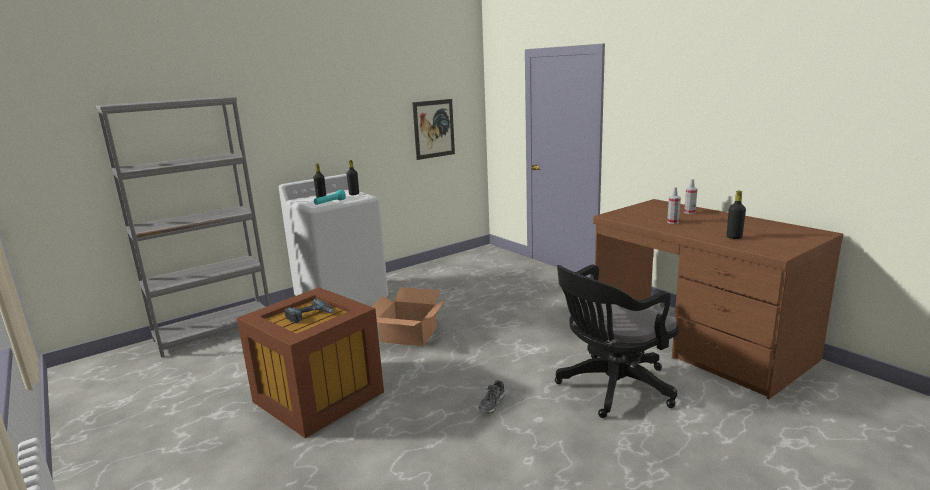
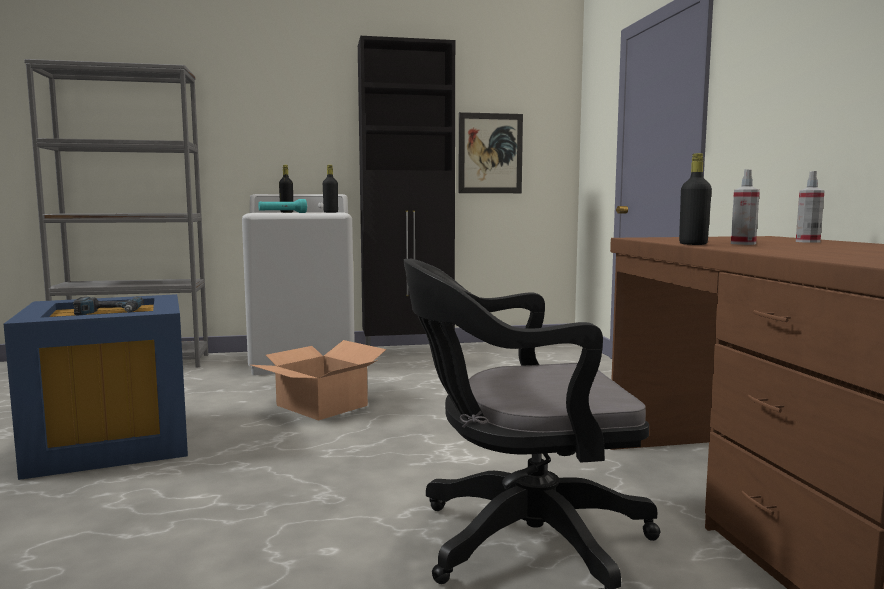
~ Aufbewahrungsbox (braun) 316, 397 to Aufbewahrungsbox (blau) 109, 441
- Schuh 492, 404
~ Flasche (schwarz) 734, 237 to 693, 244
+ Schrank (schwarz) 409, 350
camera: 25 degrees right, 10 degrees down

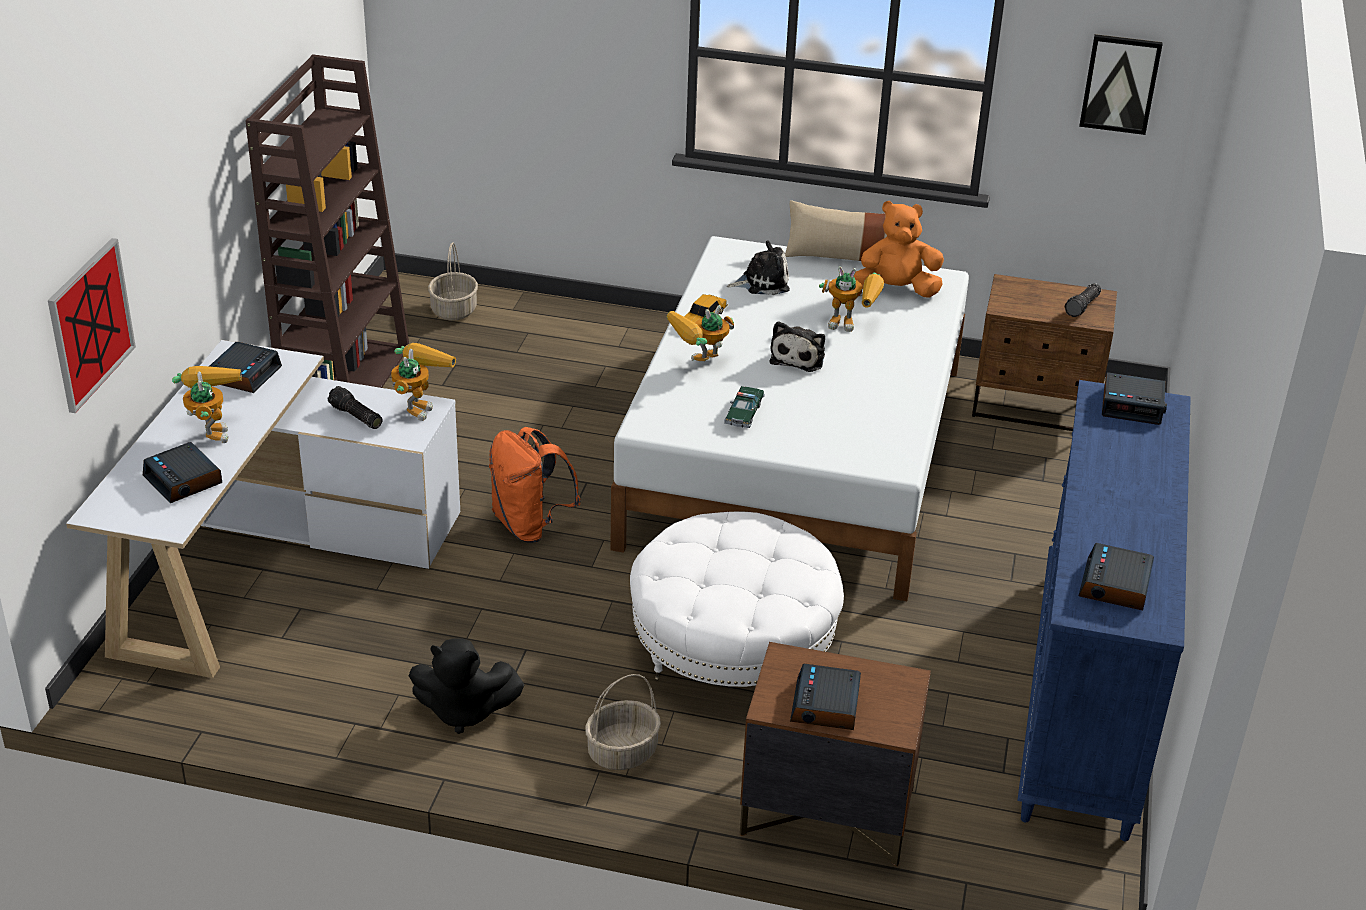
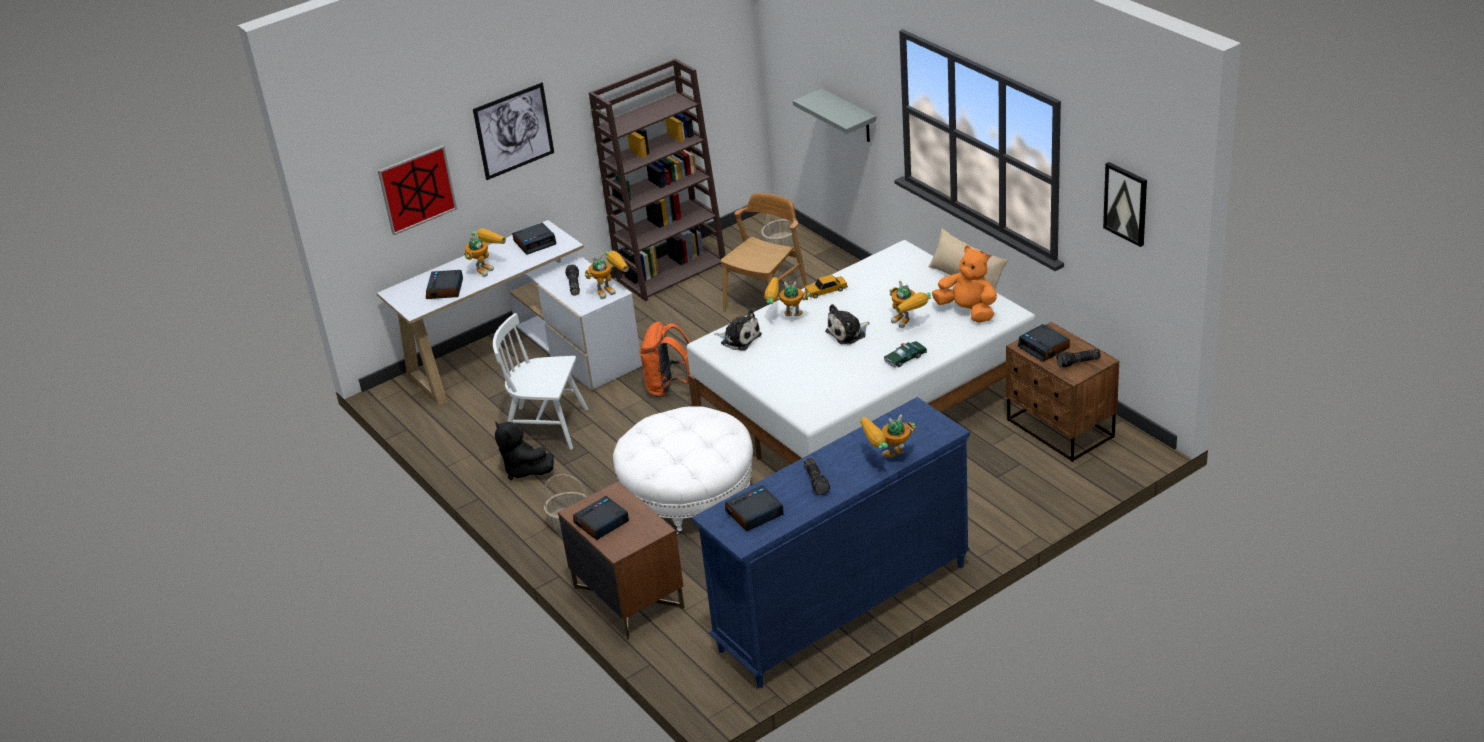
~ Spielzeugauto 744, 413 to 905, 358
~ Plüschtier 762, 282 to 739, 339
~ Wecker 1132, 405 to 1044, 348
+ Bild 513, 131
+ Stuhl (weiß) 546, 427
+ Stuhl (braun) 766, 301
+ Wandregal (grau) 849, 116
+ Taschenlampe 817, 481
+ Spielzeugroboter 888, 460
camera: 45 degrees right, 0 degrees up

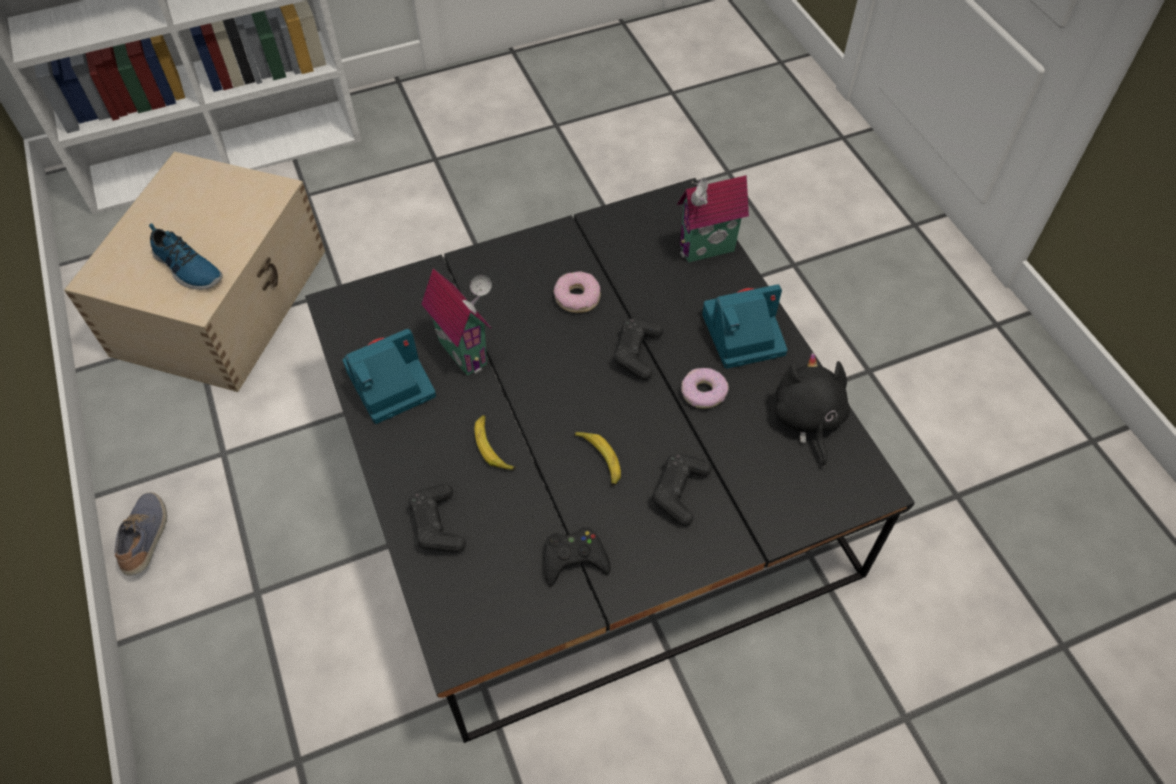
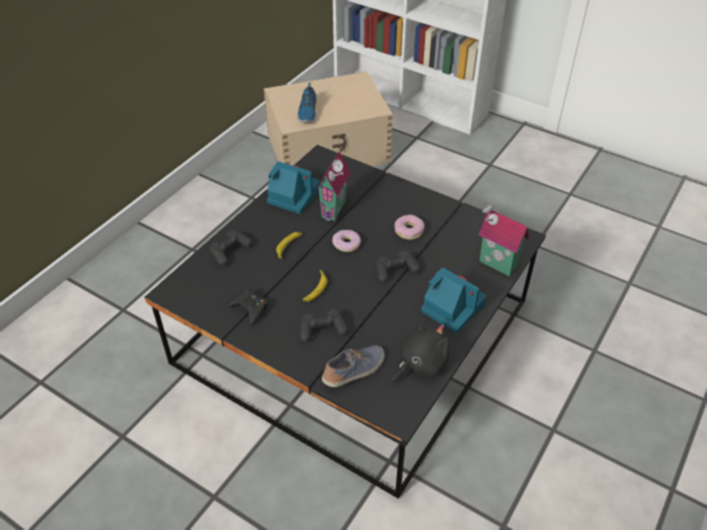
~ Schuh 147, 537 to 354, 372
~ Donut 703, 392 to 346, 244
camera: 55 degrees right, 10 degrees down

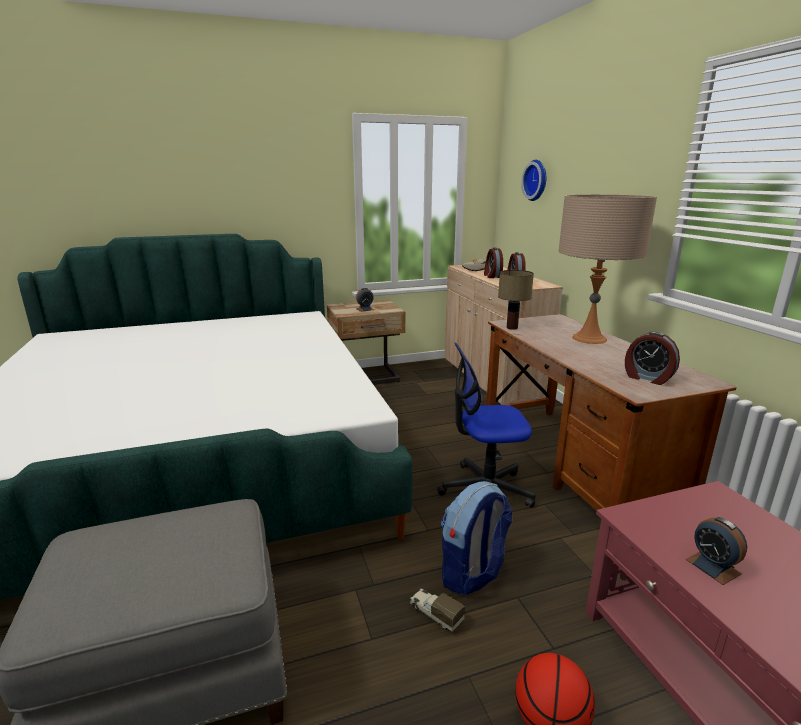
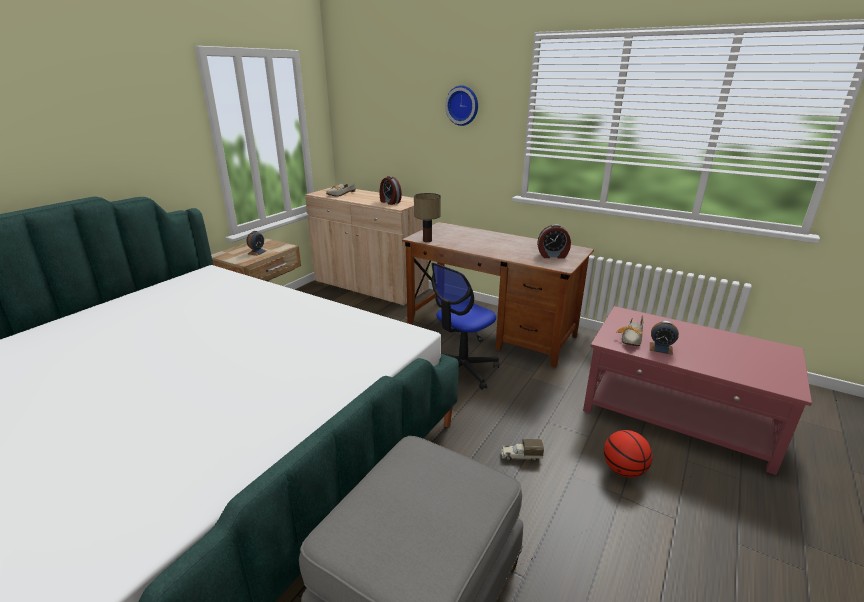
- Rucksack 473, 573
- Wecker 492, 276
~ Wanduhr 537, 180 to 463, 105
- Tischlampe (beige) 589, 338
+ Schuh 631, 339
camera: 40 degrees left, 5 degrees up

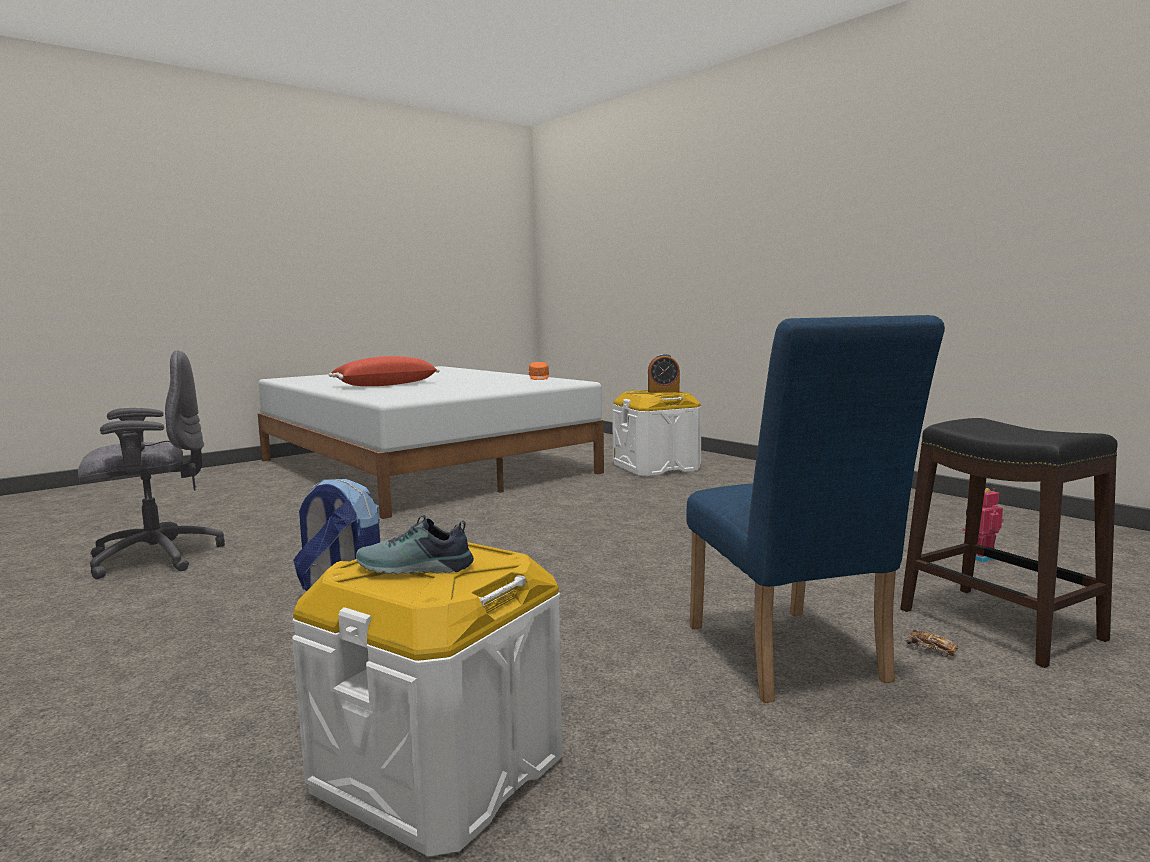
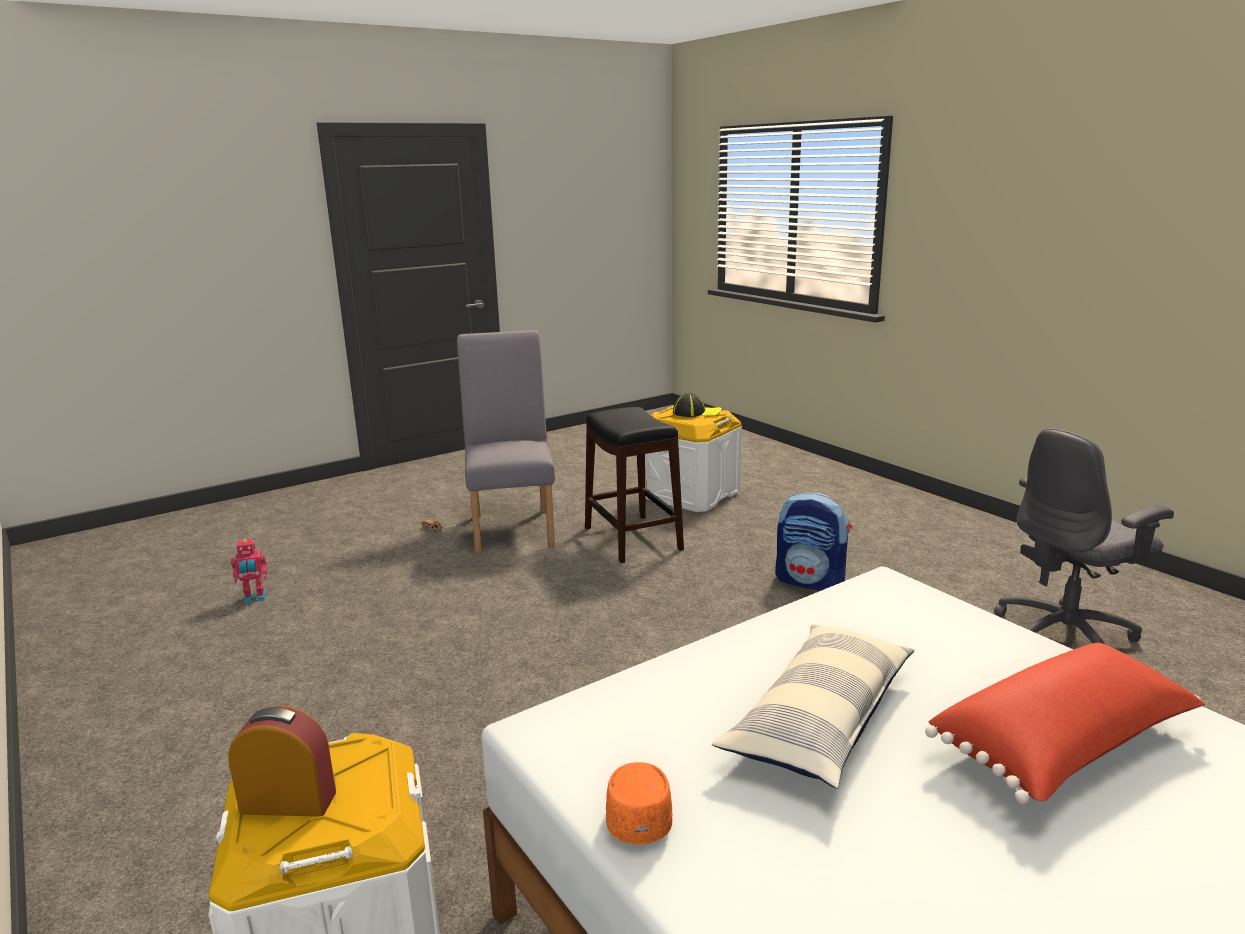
~ Schuh 414, 568 to Kappe 696, 412
~ Stuhl (blau) 790, 660 to Stuhl (grau) 513, 527
~ Hocker (schwarz) 999, 625 to 633, 538
+ Kissen 820, 719
camera: 175 degrees left, 10 degrees up

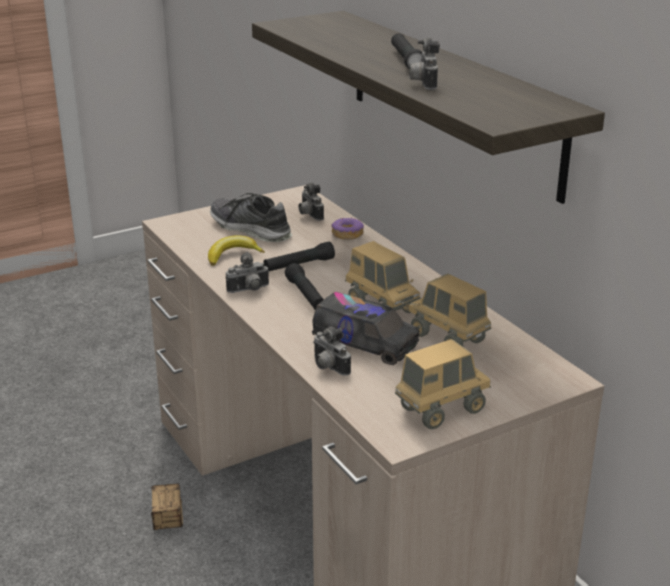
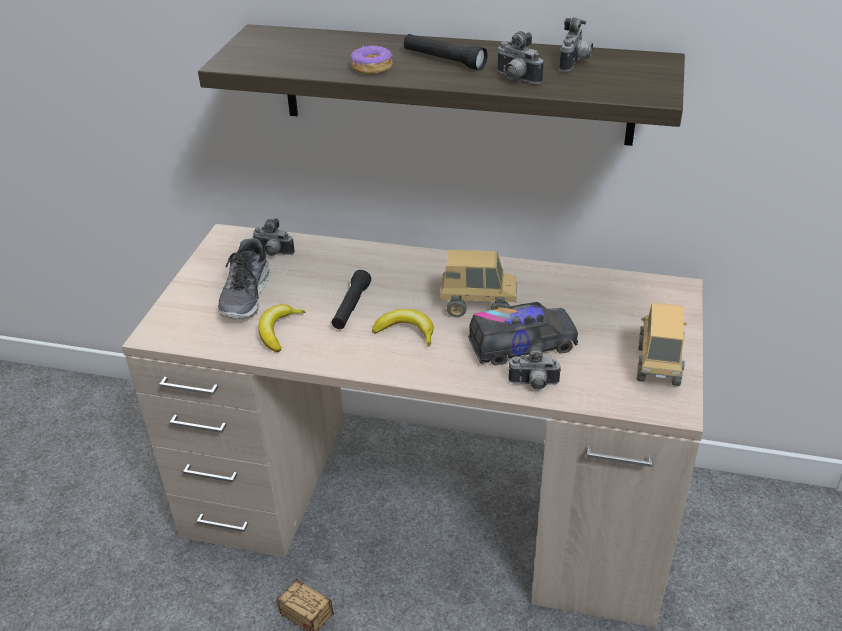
~ Schuh 250, 229 = 246, 296 75 degrees counterclockwise
~ Kamera 249, 290 to 575, 63
~ Taschenlampe (schwarz) 306, 295 to Banane 406, 332
~ Donut 347, 234 to 371, 68
- Spielzeuglaster 448, 338
camera: 45 degrees left, 10 degrees up

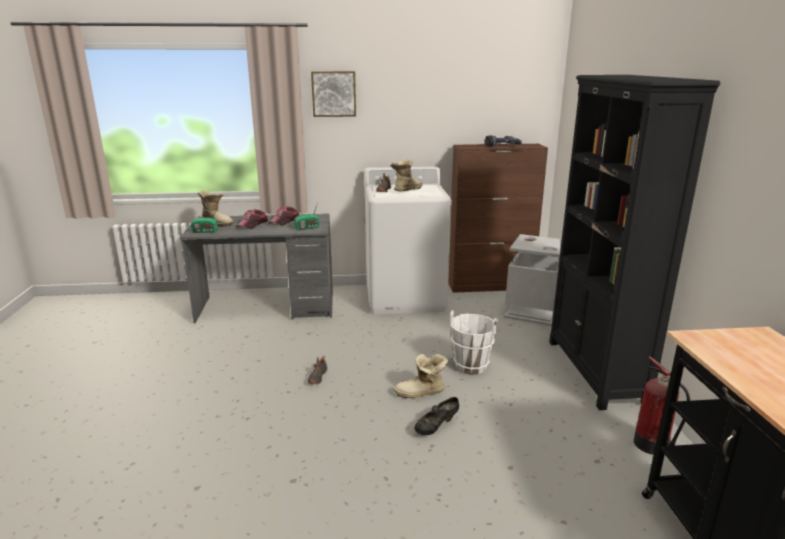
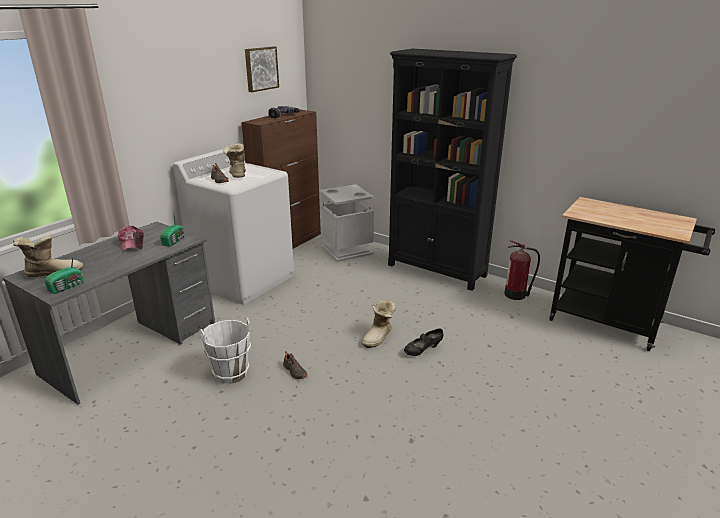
- Kappe 253, 224
~ Bild 334, 94 to 260, 68
~ Schuh (schwarz) 436, 427 = 423, 351 60 degrees clockwise
~ Eimer (weiß) 471, 366 to 231, 373
camera: 50 degrees left, 5 degrees up

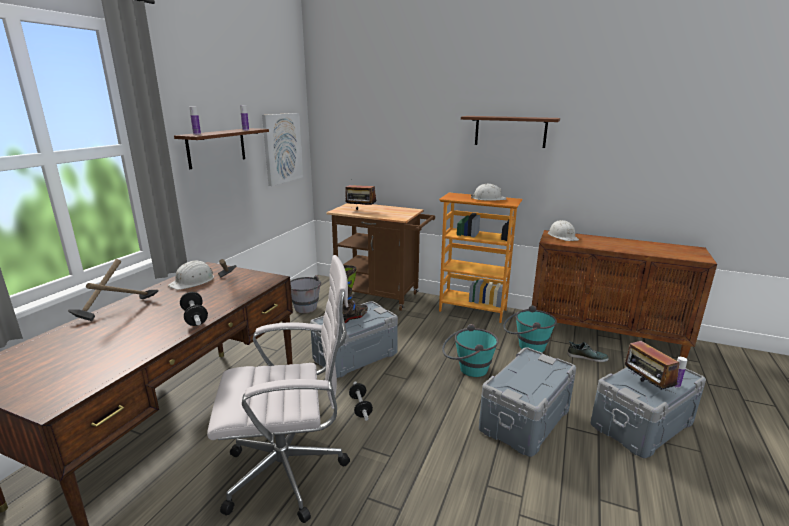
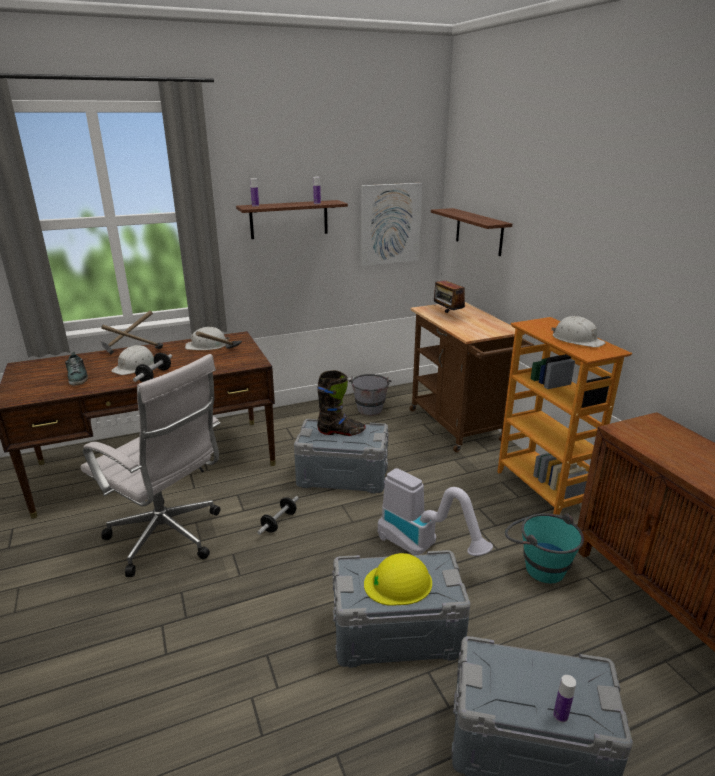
~ Eimer (türkis) 467, 369 to Staubsauger 424, 548
~ Wandregal 510, 131 to 479, 231
~ Schutzhelm (weiß) 562, 236 to 135, 366
~ Schuh 587, 357 to 78, 377
- Radio 645, 387
+ Schutzhelm (gelb) 398, 583
camera: 45 degrees right, 5 degrees up

